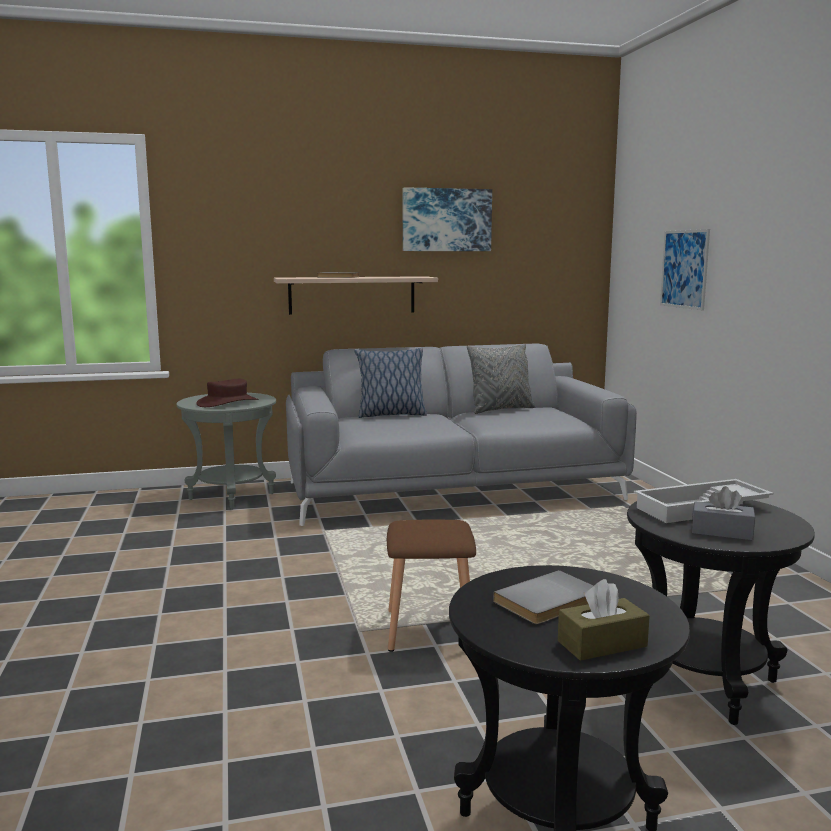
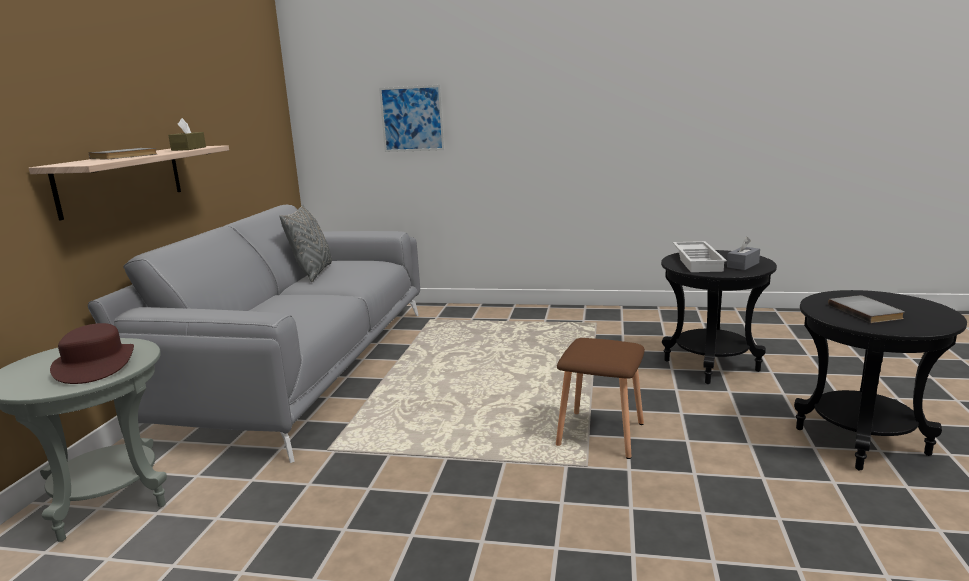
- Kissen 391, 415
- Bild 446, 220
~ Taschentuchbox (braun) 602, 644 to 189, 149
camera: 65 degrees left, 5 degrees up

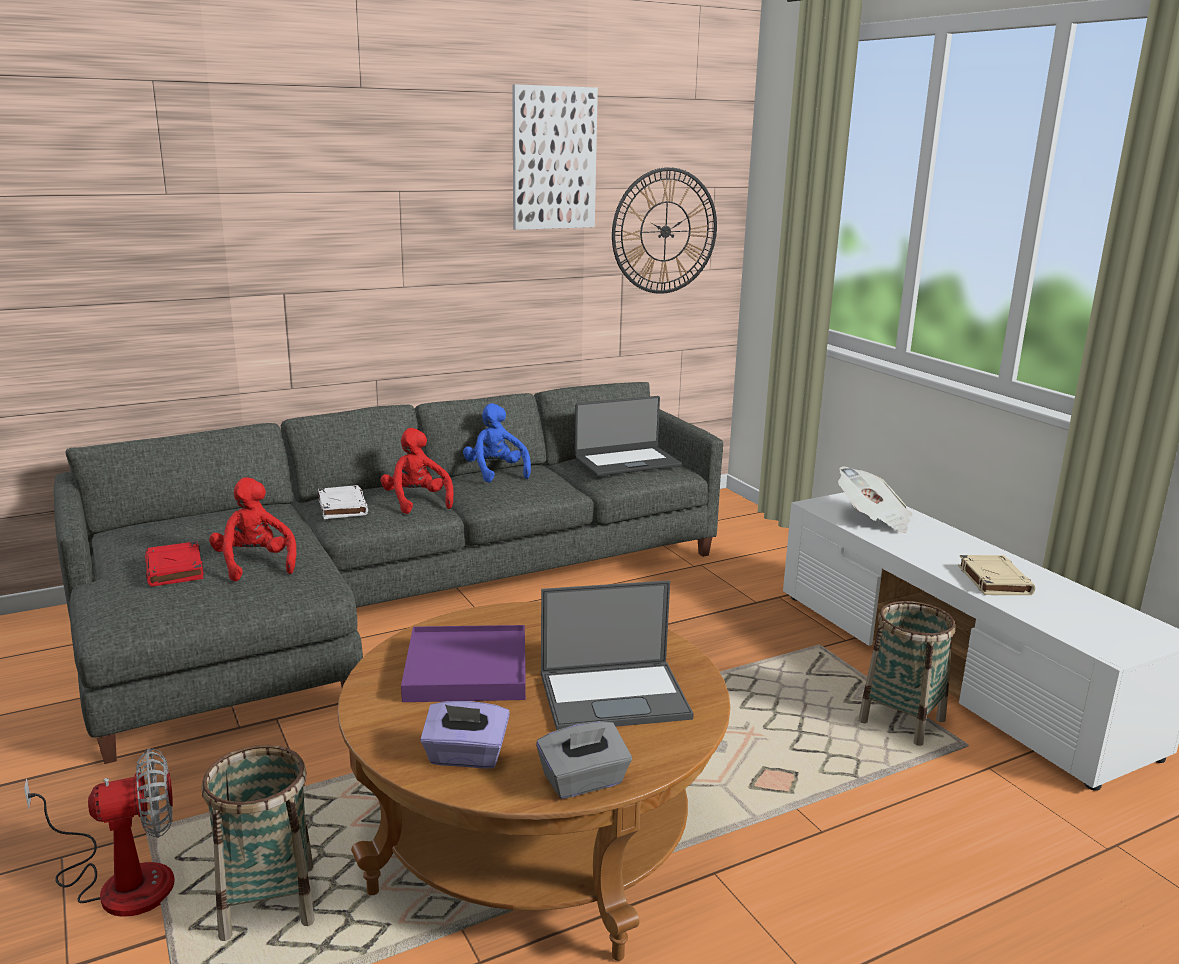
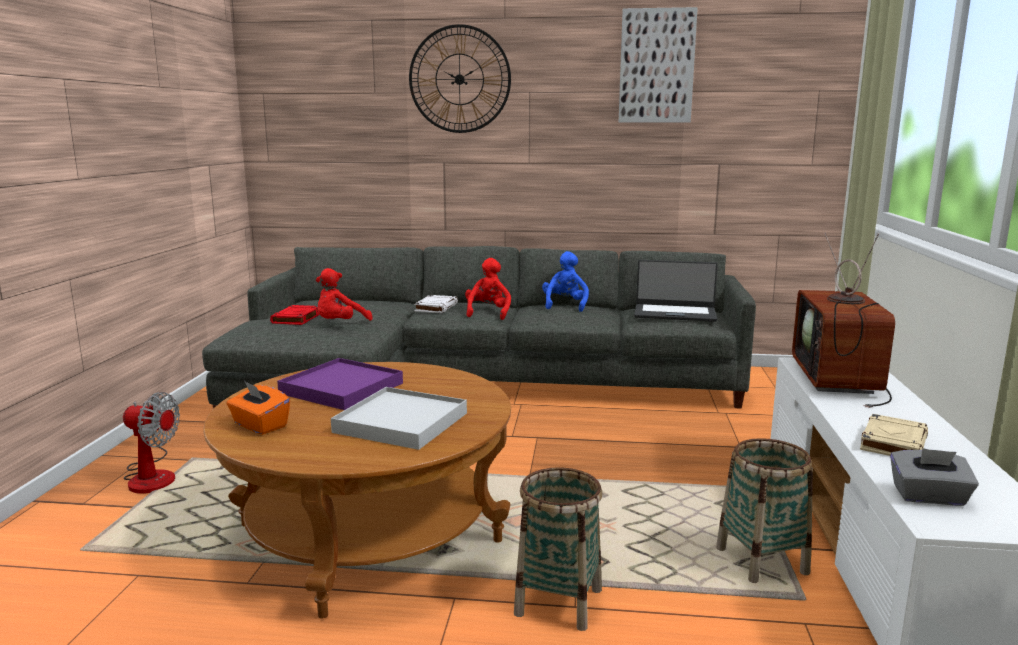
~ Korb 268, 902 to 559, 601
~ Plüschtier (rot) 255, 564 = 340, 324 150 degrees counterclockwise
~ Taschentuchbox (lila) 466, 756 to Taschentuchbox (orange) 259, 425
~ Taschentuchbox (grau) 583, 781 to 929, 497
~ Laptop 616, 695 to Tablett (weiß) 401, 422
~ Wanduhr 665, 231 to 459, 79
~ Zeitung 873, 519 to Fernseher 840, 380
camera: 35 degrees right, 5 degrees down

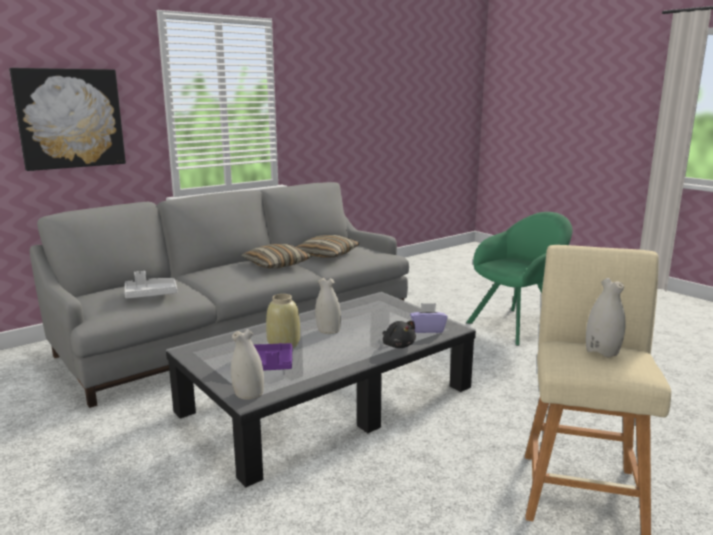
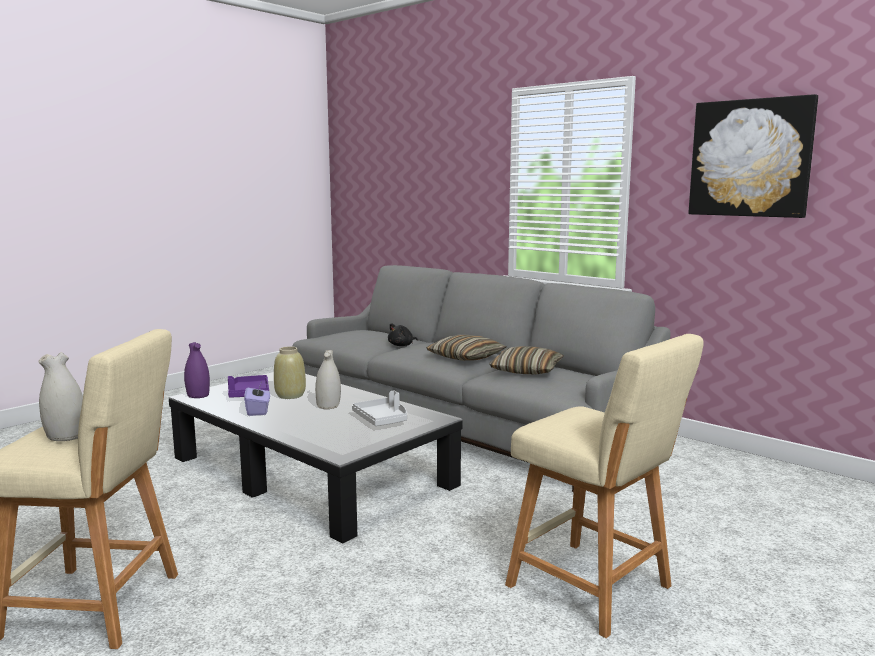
~ Bild 70, 118 to 750, 158
~ Tablett (grau) 151, 294 to 382, 419
~ Vase (weiß) 248, 394 to Vase (lila) 198, 395
~ Plüschtier (schwarz) 398, 345 to 402, 345
~ Taschentuchbox (lila) 427, 329 to 258, 411
~ Sessel (grün) 518, 325 to Hocker (beige) 595, 589
camera: 80 degrees right, 5 degrees down

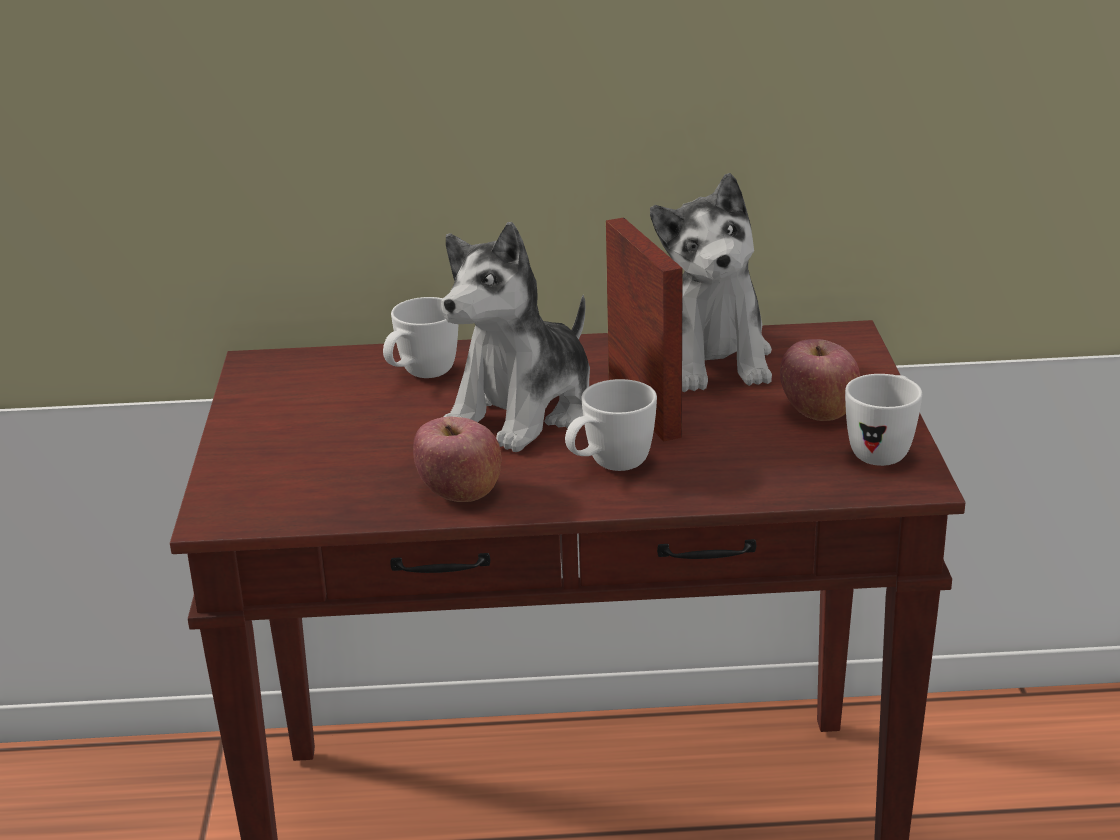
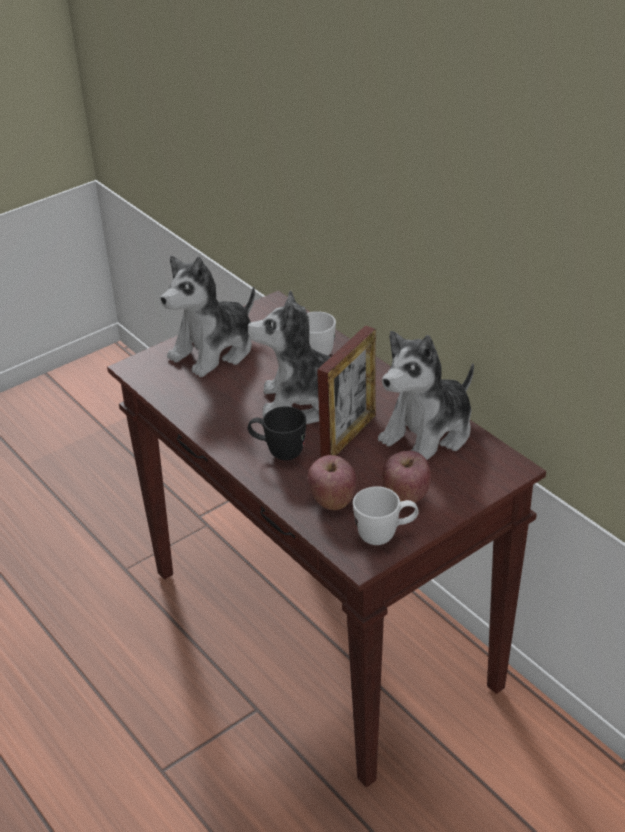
~ Apfel 459, 493 to 332, 500
~ Henkelbecher (weiß) 609, 467 to Henkelbecher (schwarz) 278, 452
+ Plüschtier 214, 350
camera: 55 degrees right, 10 degrees up

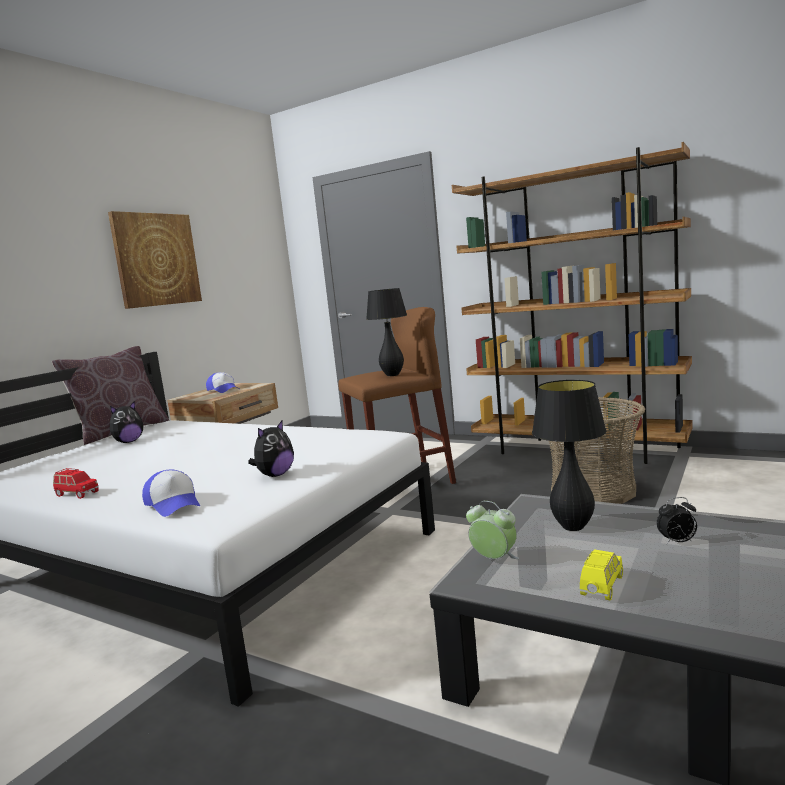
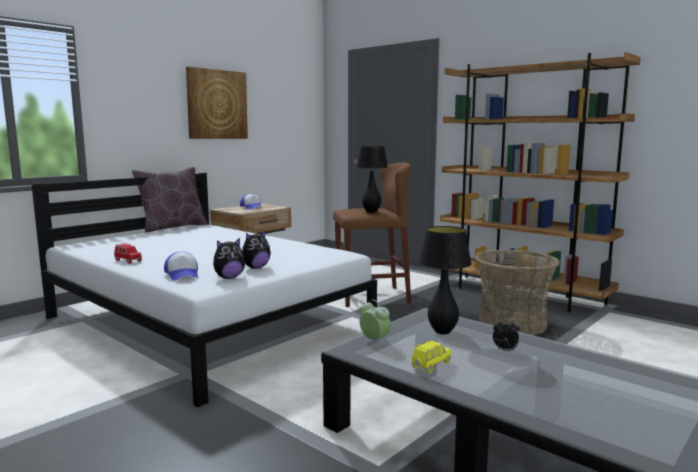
~ Plüschtier 129, 442 to 229, 277
camera: 10 degrees right, 0 degrees up

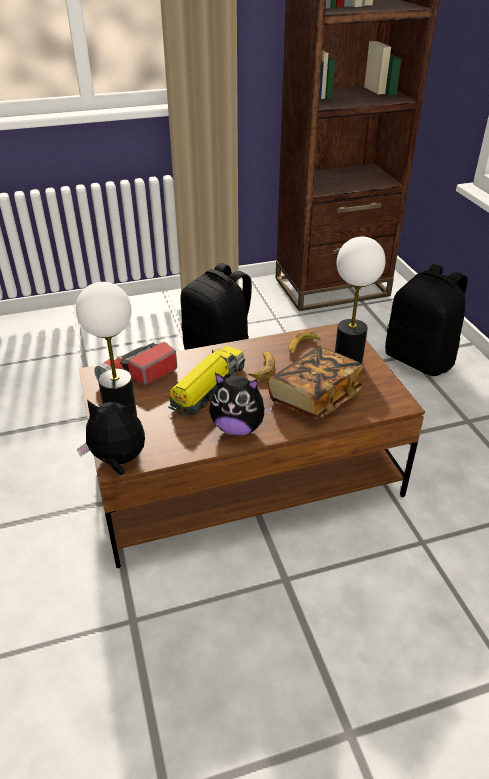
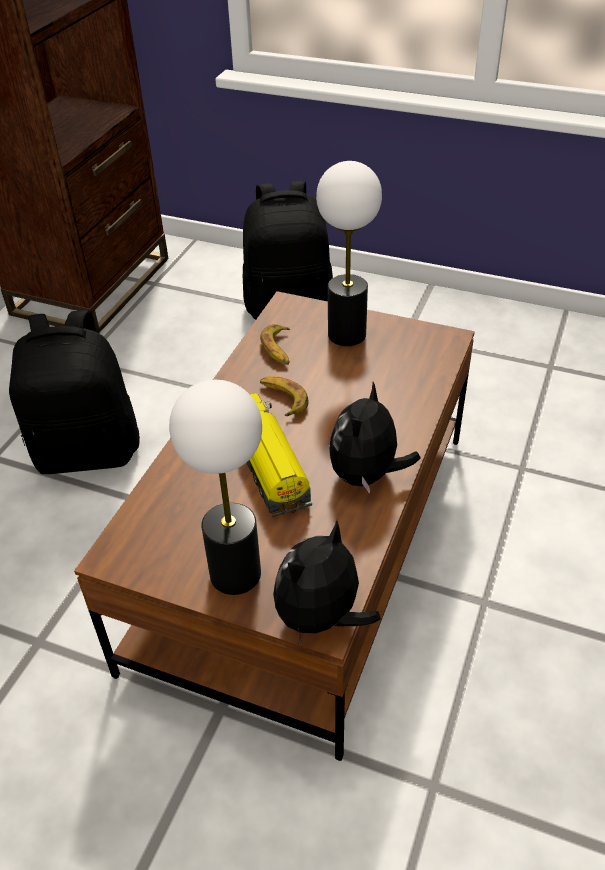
- Taschenlampe 138, 375
~ Plüschtier 238, 427 = 367, 476 150 degrees clockwise
- Buch 314, 397
camera: 50 degrees left, 5 degrees up

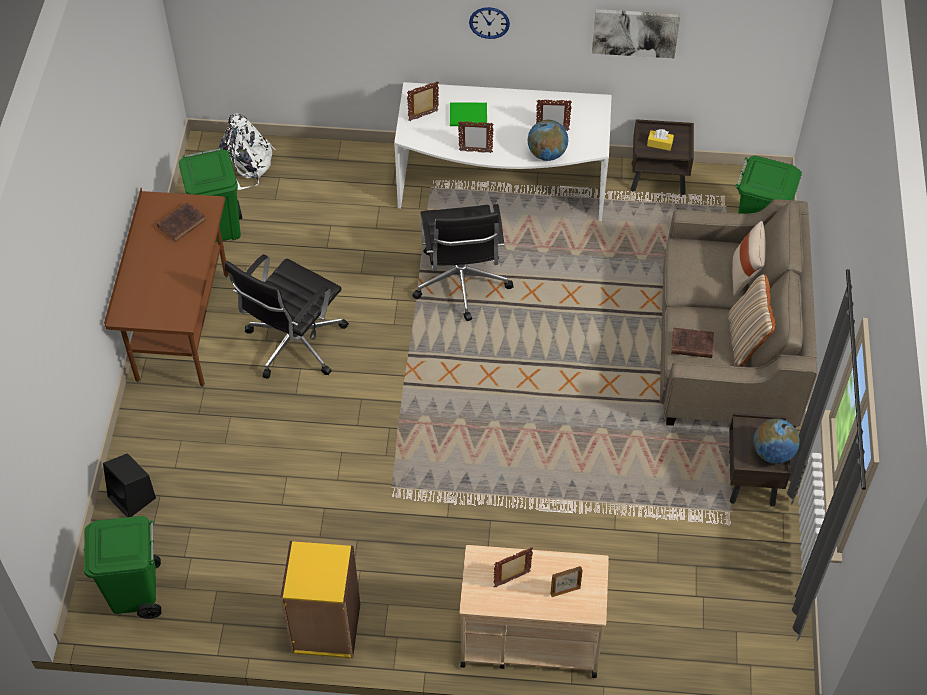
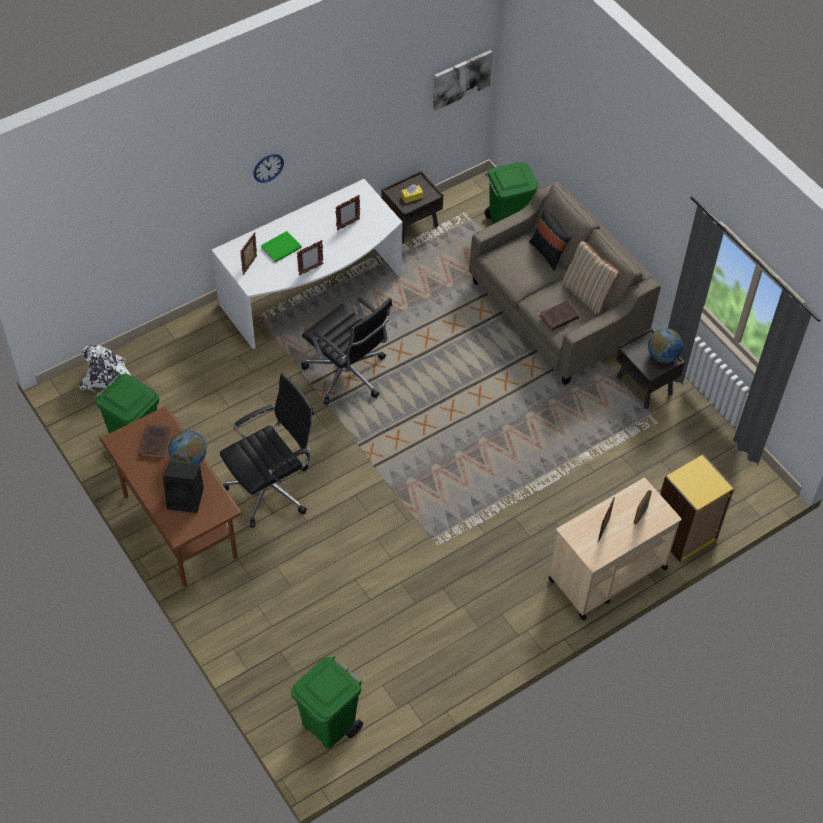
~ Lautsprecher (schwarz) 133, 498 to 186, 498
~ Bürostuhl (schwarz) 293, 344 = 272, 488 120 degrees counterclockwise
~ Bücherregal (gelb) 326, 629 to 684, 535
~ Globus 547, 154 to 189, 459
~ Bild 635, 32 to 461, 79
~ Kissen (beige) 744, 275 to Kissen (schwarz) 548, 253
camera: 40 degrees left, 0 degrees up

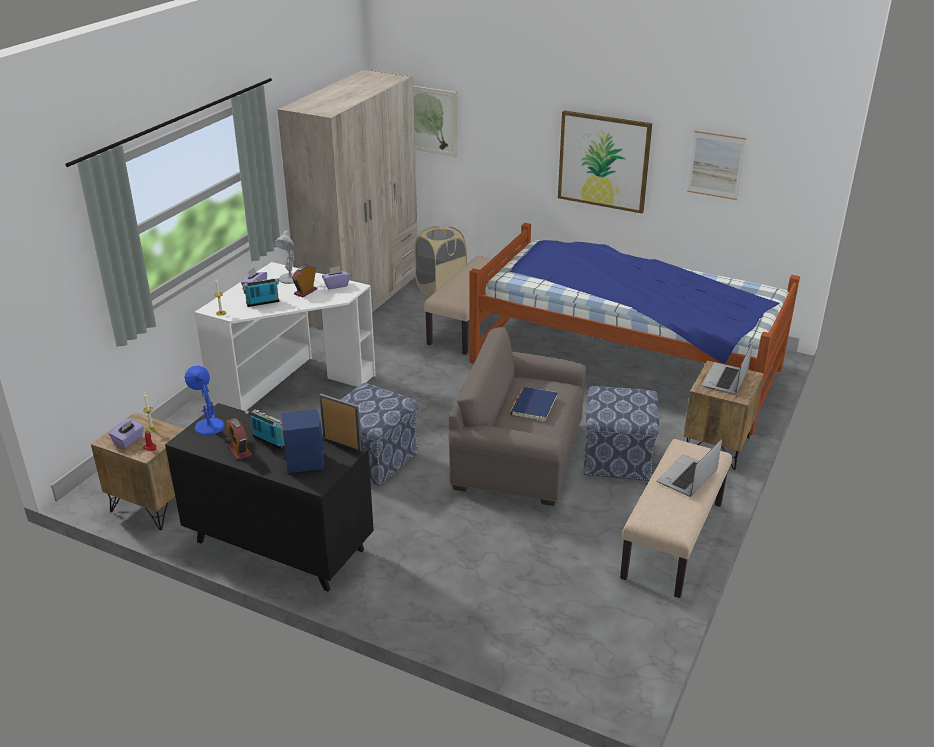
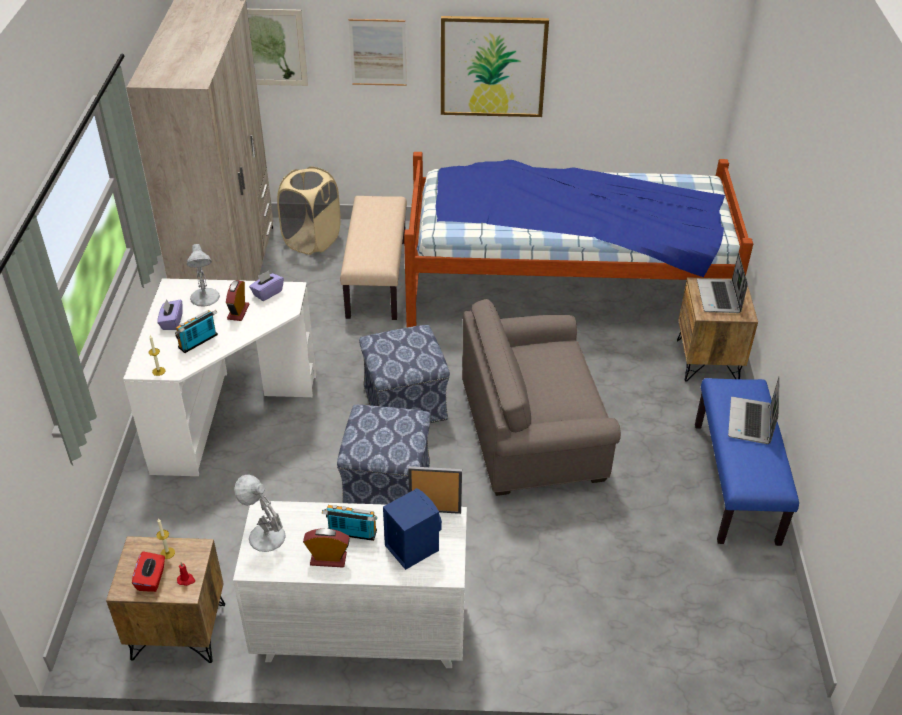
~ Taschentuchbox (lila) 129, 440 to Taschentuchbox (rot) 151, 579
~ Kommode (schwarz) 278, 546 to Kommode (weiß) 360, 632
~ Tischlampe (blau) 208, 425 to Tischlampe (weiß) 265, 536
~ Wecker 239, 451 = 328, 559 150 degrees clockwise
- Buch (blau) 534, 406
~ Polsterhocker 617, 458 to 404, 402
~ Bank (beige) 674, 541 to Bank (blau) 736, 483
~ Bild 716, 165 to 378, 52
camera: 25 degrees left, 10 degrees up

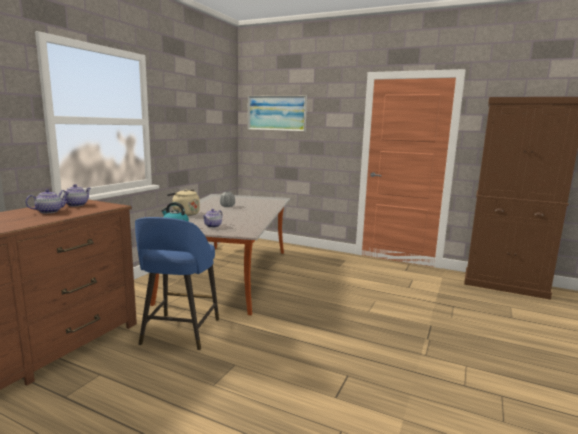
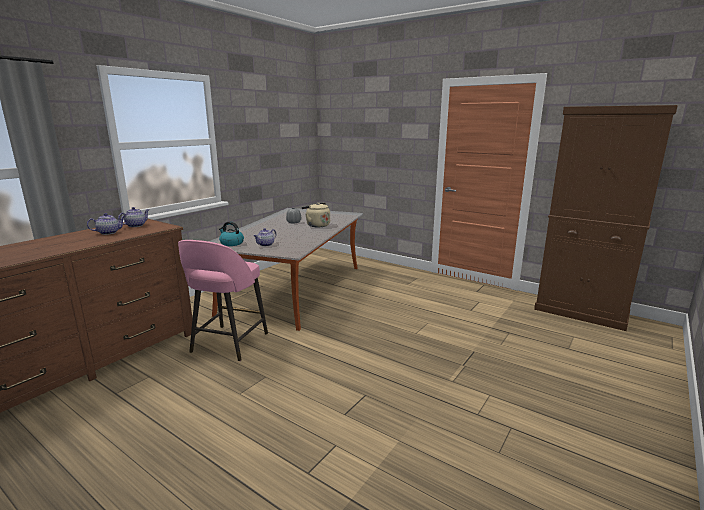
~ Hocker (blau) 180, 333 to Hocker (rosa) 228, 344
~ Wasserkessel (beige) 184, 214 to 316, 225
- Bild 276, 113
camera: 10 degrees right, 5 degrees up

